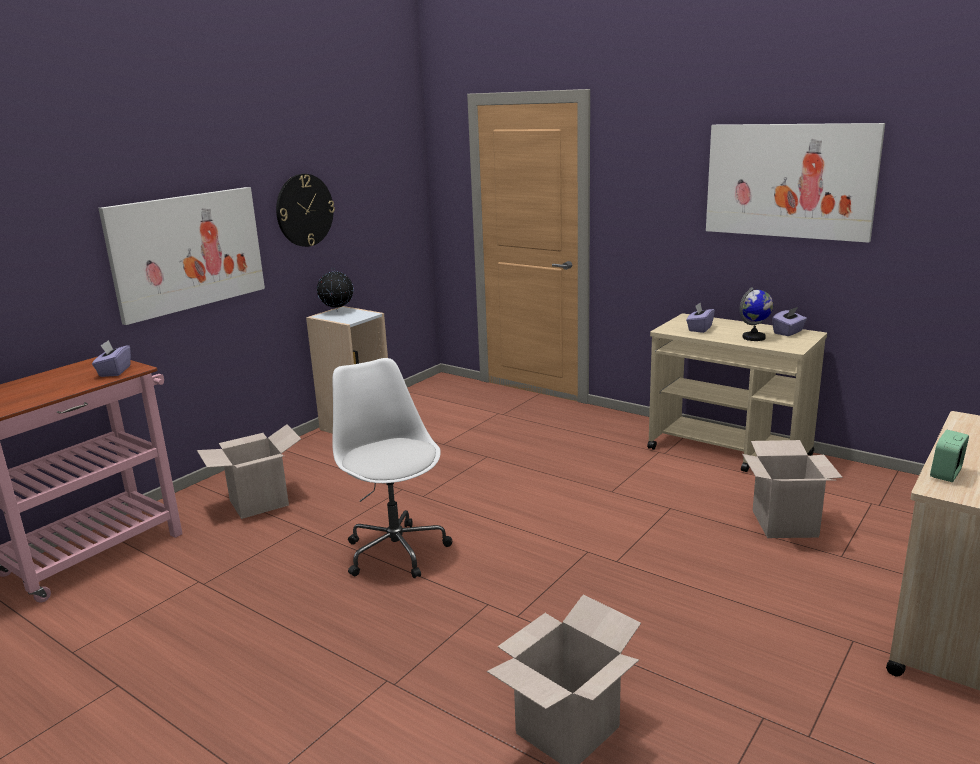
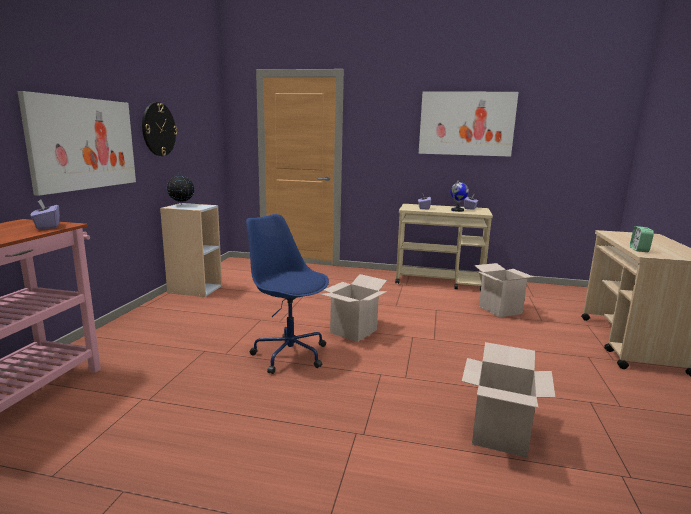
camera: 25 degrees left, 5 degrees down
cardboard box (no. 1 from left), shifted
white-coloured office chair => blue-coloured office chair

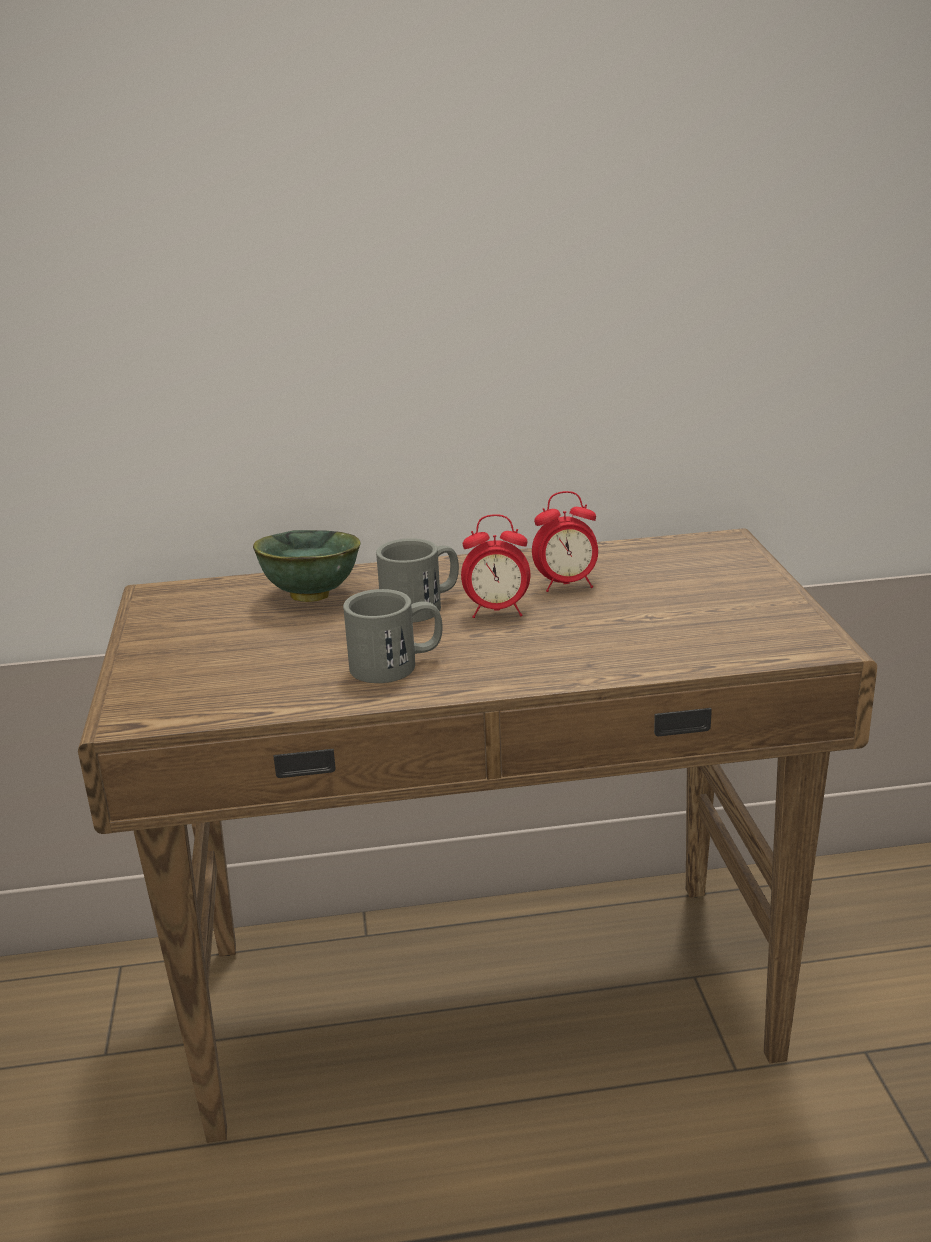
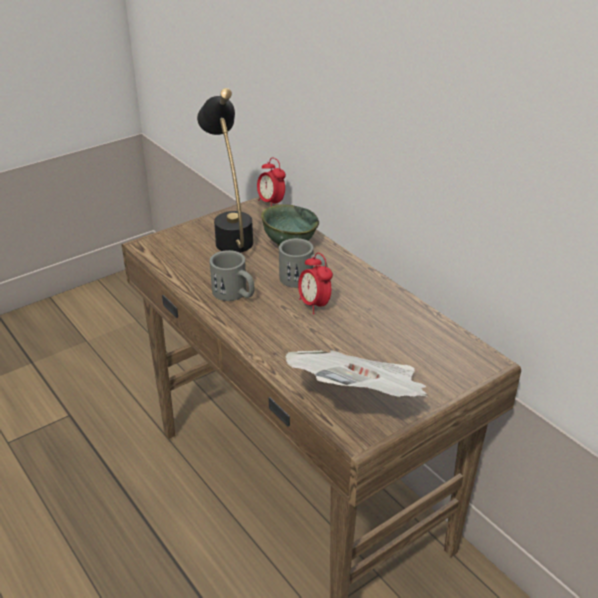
camera: 60 degrees right, 10 degrees up
alarm clock (no. 2 from left in the first image) => alarm clock (no. 1 from left), shifted
nothing => blackish tabletop lamp
nothing => printed paper

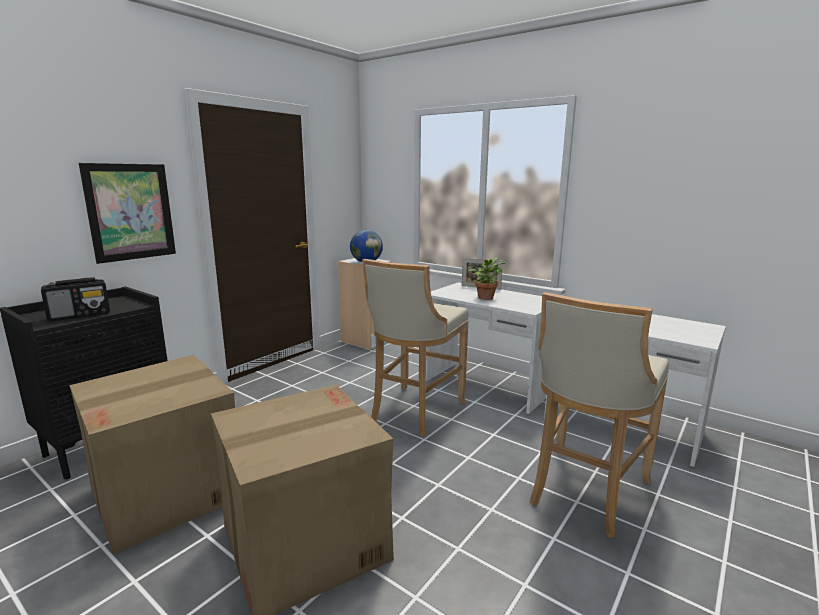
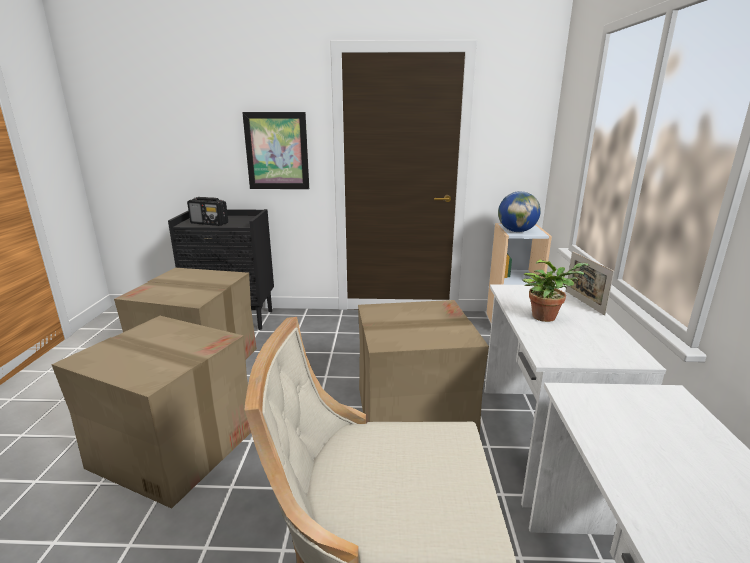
camera: 55 degrees right, 5 degrees up
beige stool seat (no. 1 from left) => cardboard box (no. 3 from left)

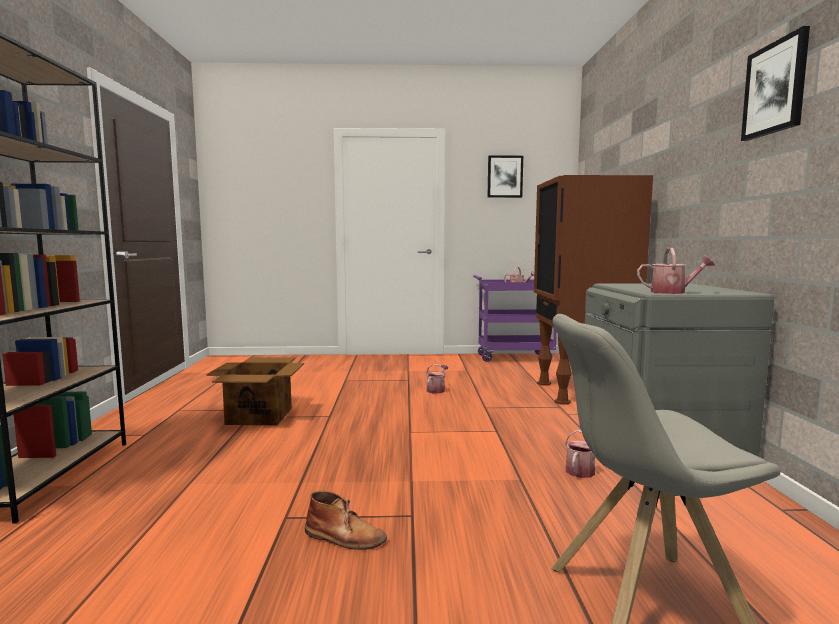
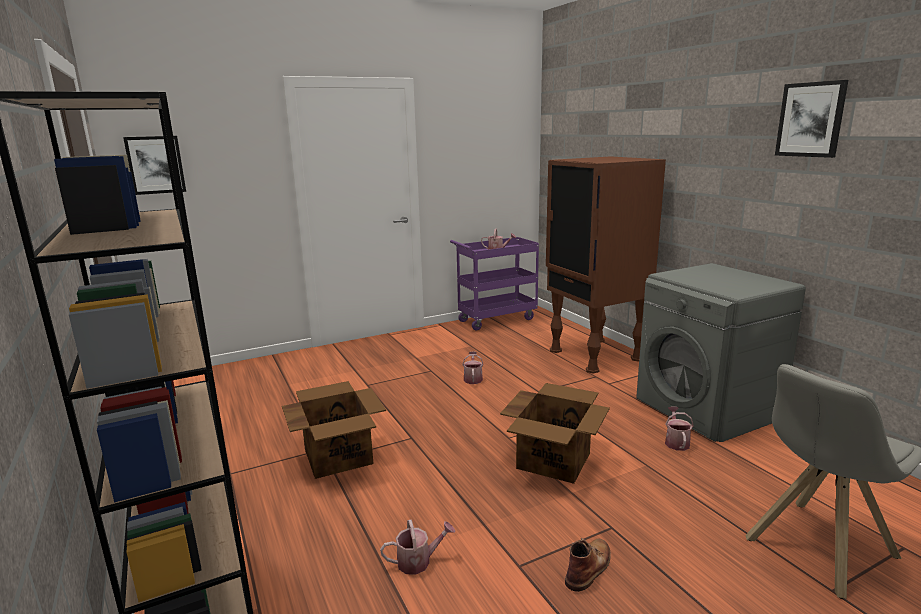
camera: 25 degrees left, 10 degrees up
brown boot, 45 degrees counterclockwise
wall art (no. 1 from left), shifted
watering can (no. 4 from left in the first image) => watering can (no. 1 from left), shifted
nothing => cardboard box (no. 2 from left)

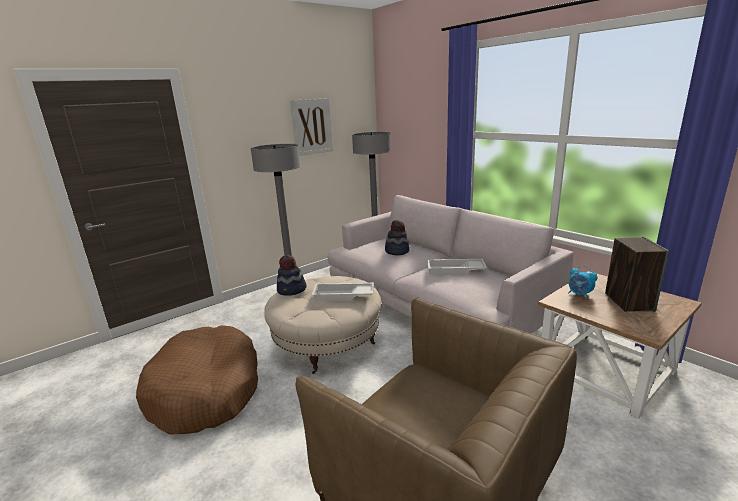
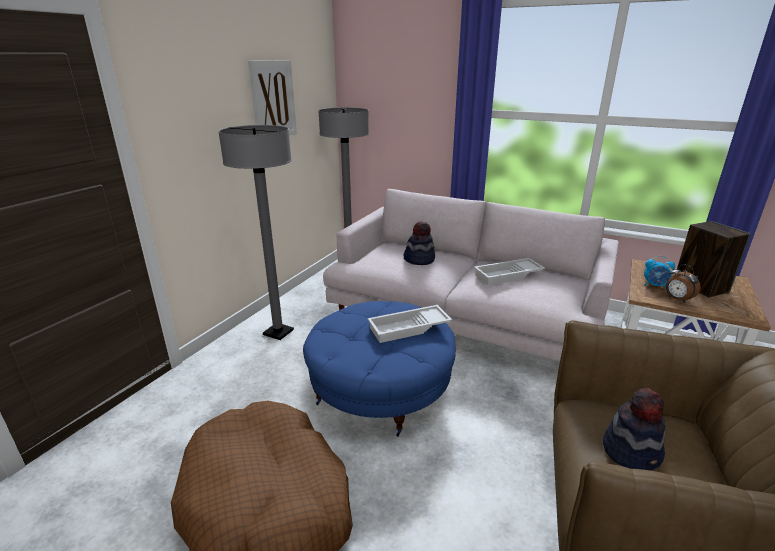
camera: 25 degrees left, 5 degrees up
beige pouffe => blue-coloured pouffe
hat (no. 1 from left in the first image) => hat (no. 2 from left), shifted
nothing => alarm clock (no. 2 from left)

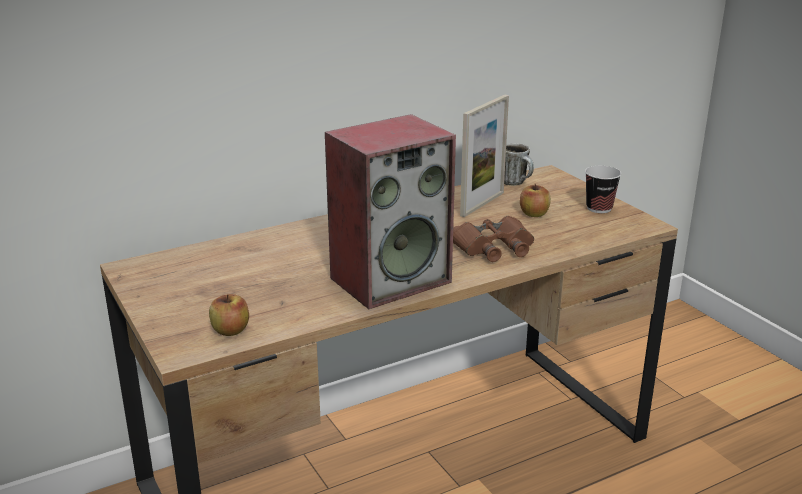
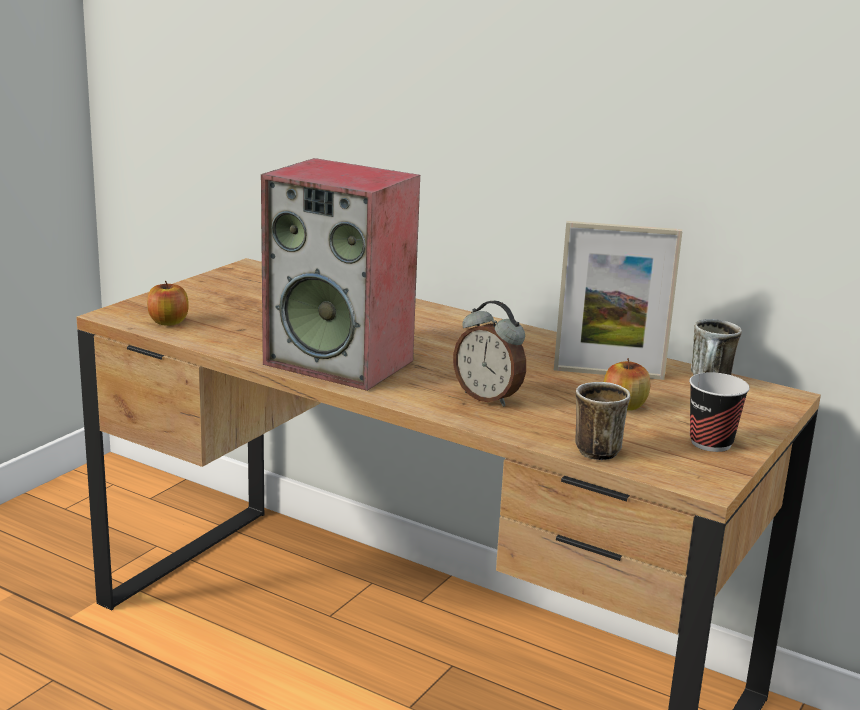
camera: 60 degrees right, 5 degrees down
brown binoculars => alarm clock
nothing => mug (no. 1 from left)

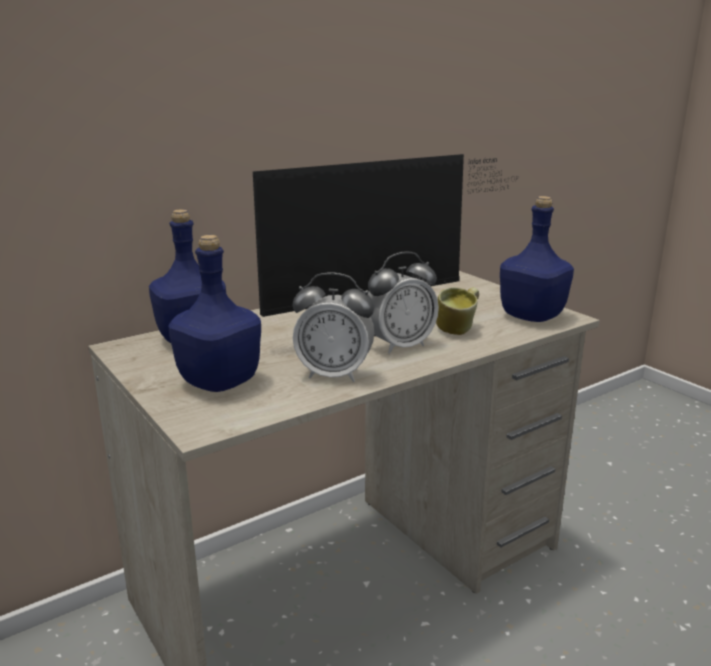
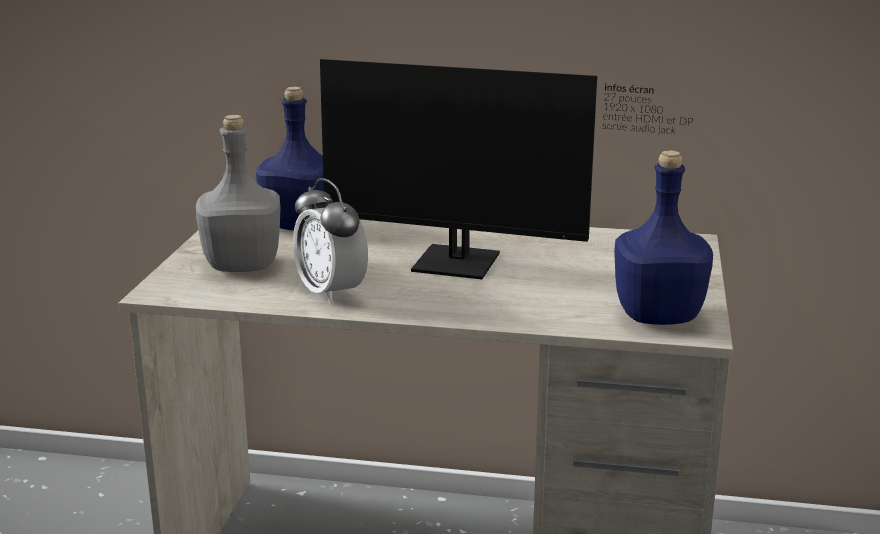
camera: 45 degrees right, 0 degrees up
blue-coloured bottle (no. 2 from left) => gray bottle
alarm clock (no. 2 from left) => nothing
mug => nothing

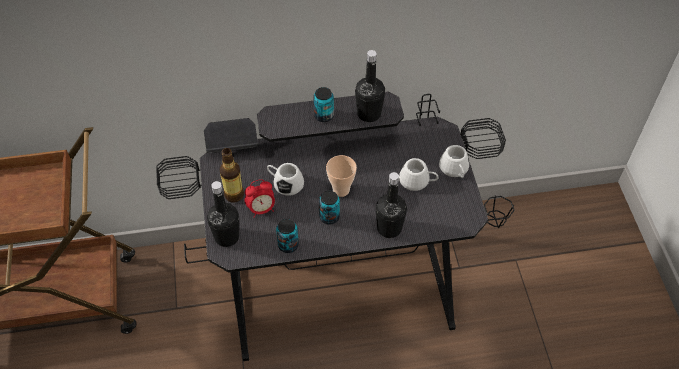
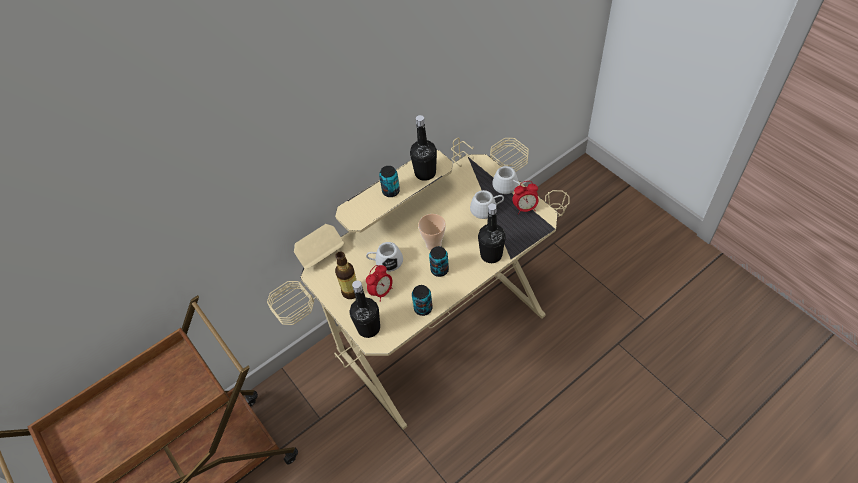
camera: 25 degrees left, 0 degrees up
blackish desk table => beige desk table
nothing => alarm clock (no. 2 from left)

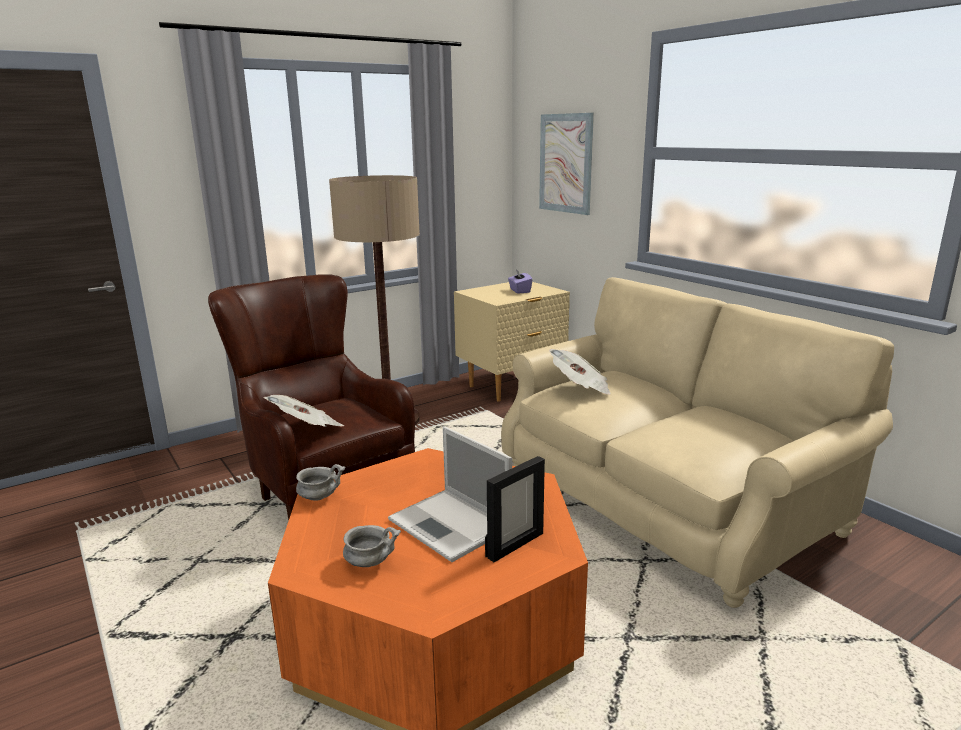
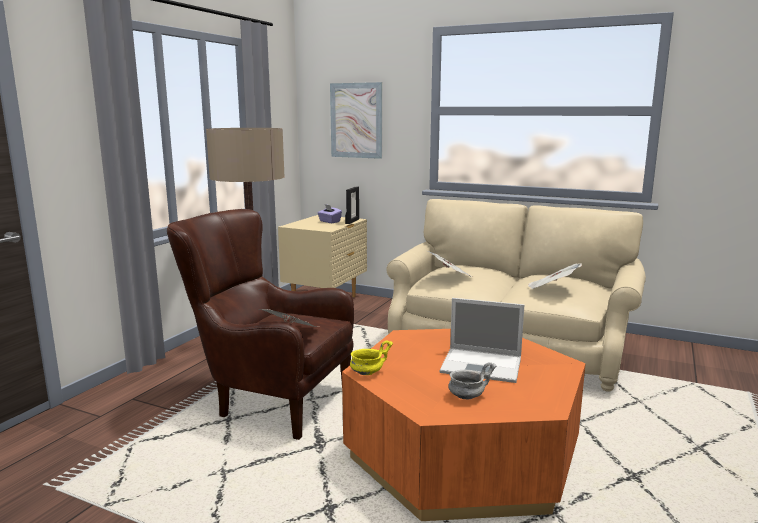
camera: 30 degrees left, 5 degrees down
gray deep dish (no. 1 from left) => yellow deep dish
photo frame, shifted
nothing => printed paper (no. 3 from left)

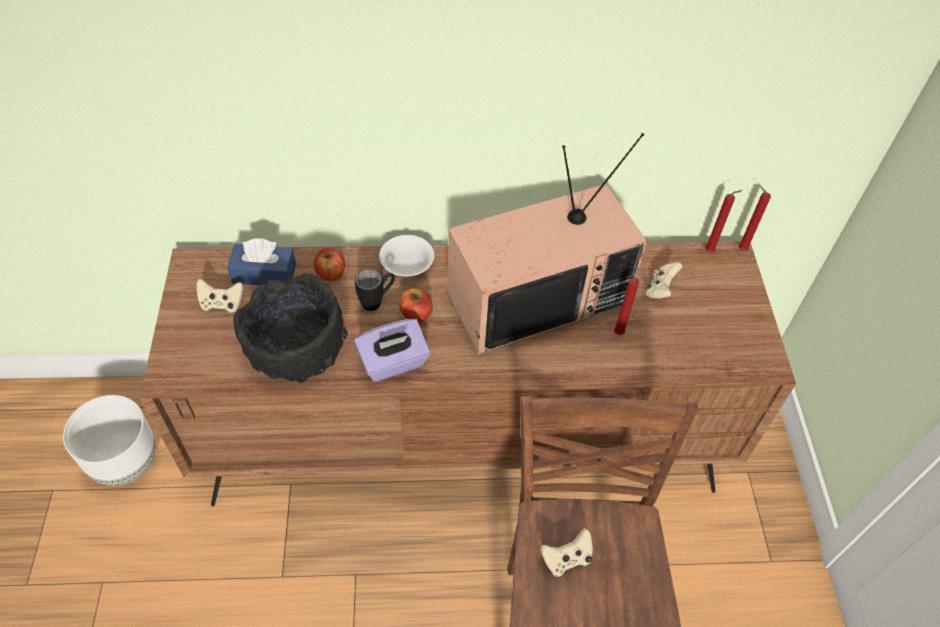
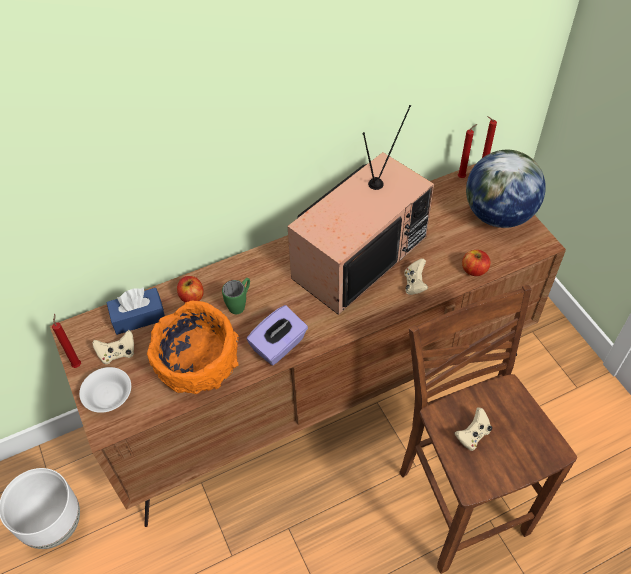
camera: 20 degrees left, 0 degrees up
blackish deep dish => orange deep dish
blackish mug => greenish mug
white-coloured deep dish, shifted
whole apple (no. 2 from left), shifted
reddish wax light (no. 1 from left), shifted
beige game controller (no. 3 from left in the first image) => beige game controller (no. 2 from left), shifted
nothing => world globe

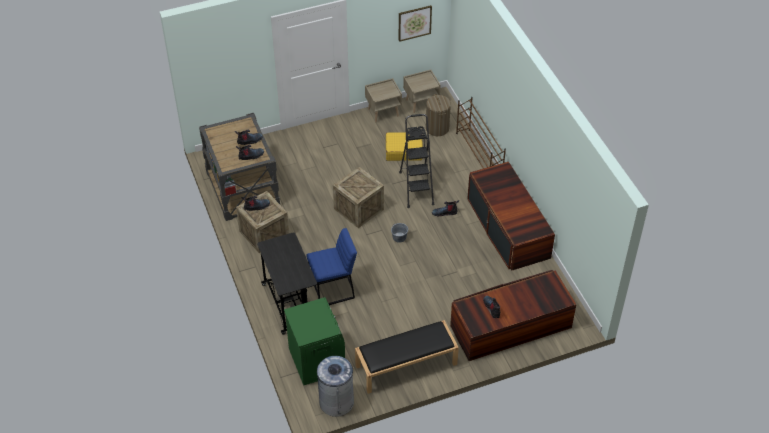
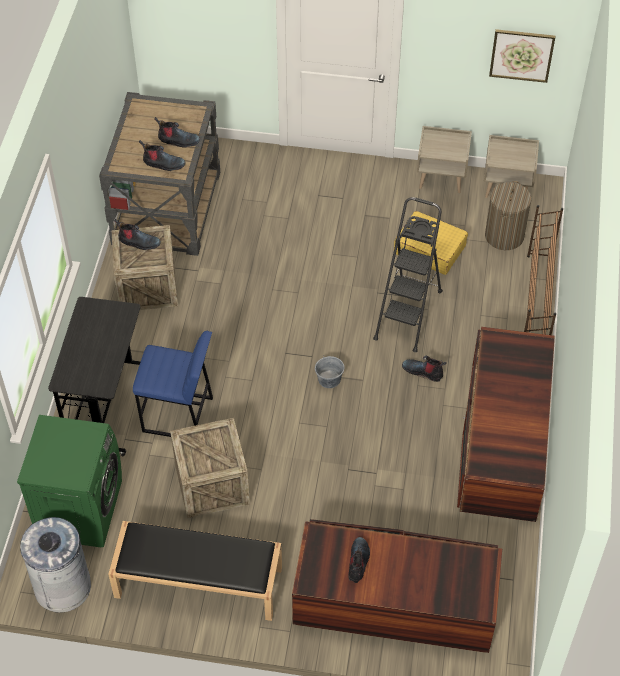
camera: 30 degrees right, 5 degrees up
shipping crate (no. 2 from left), shifted

